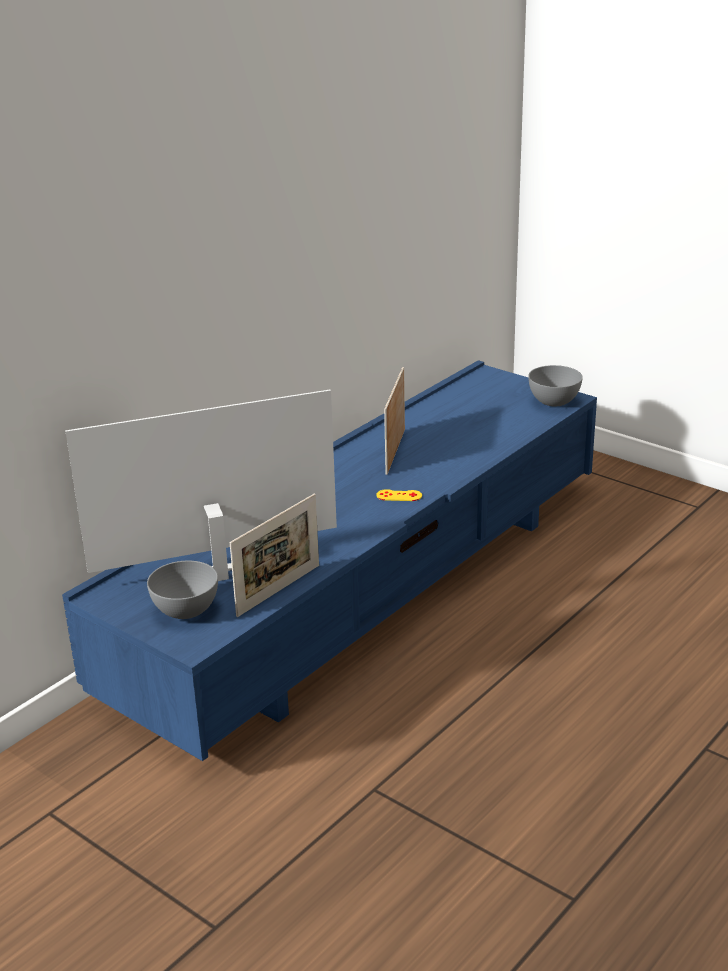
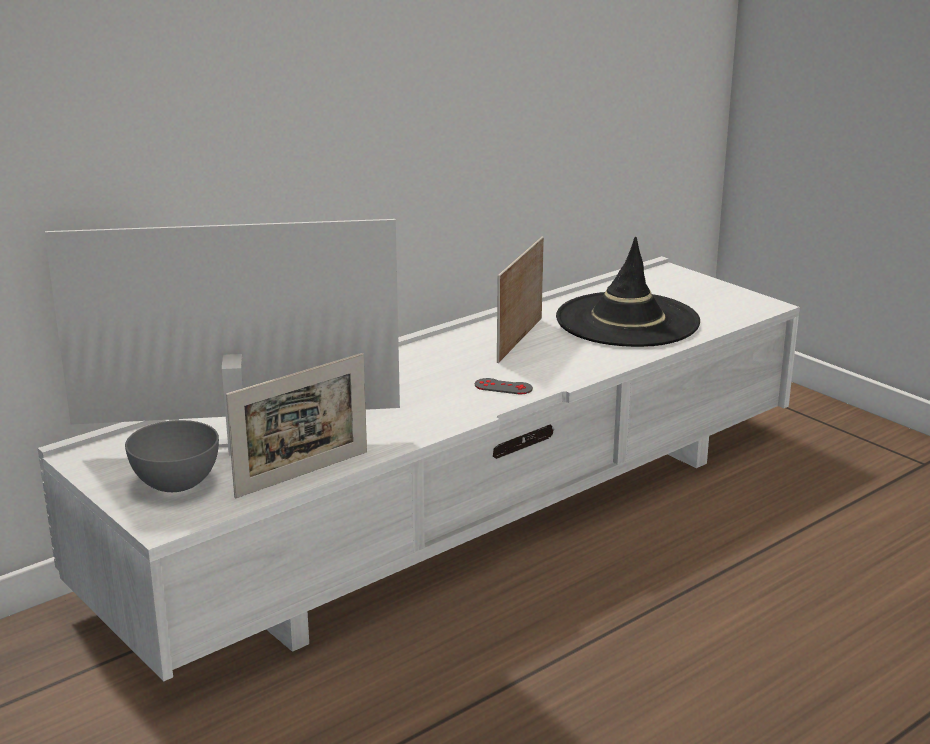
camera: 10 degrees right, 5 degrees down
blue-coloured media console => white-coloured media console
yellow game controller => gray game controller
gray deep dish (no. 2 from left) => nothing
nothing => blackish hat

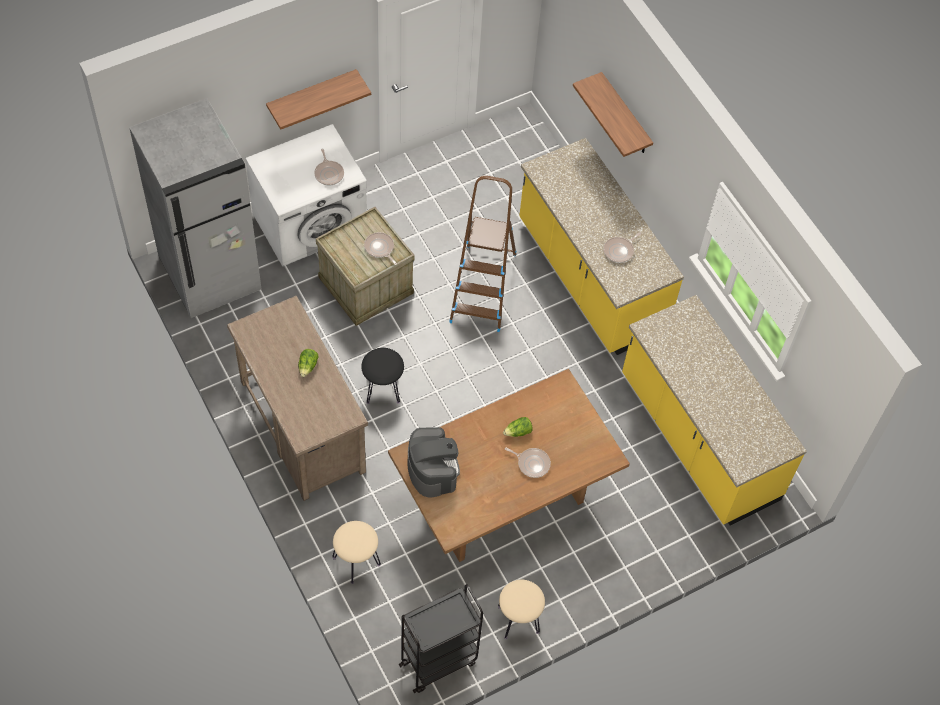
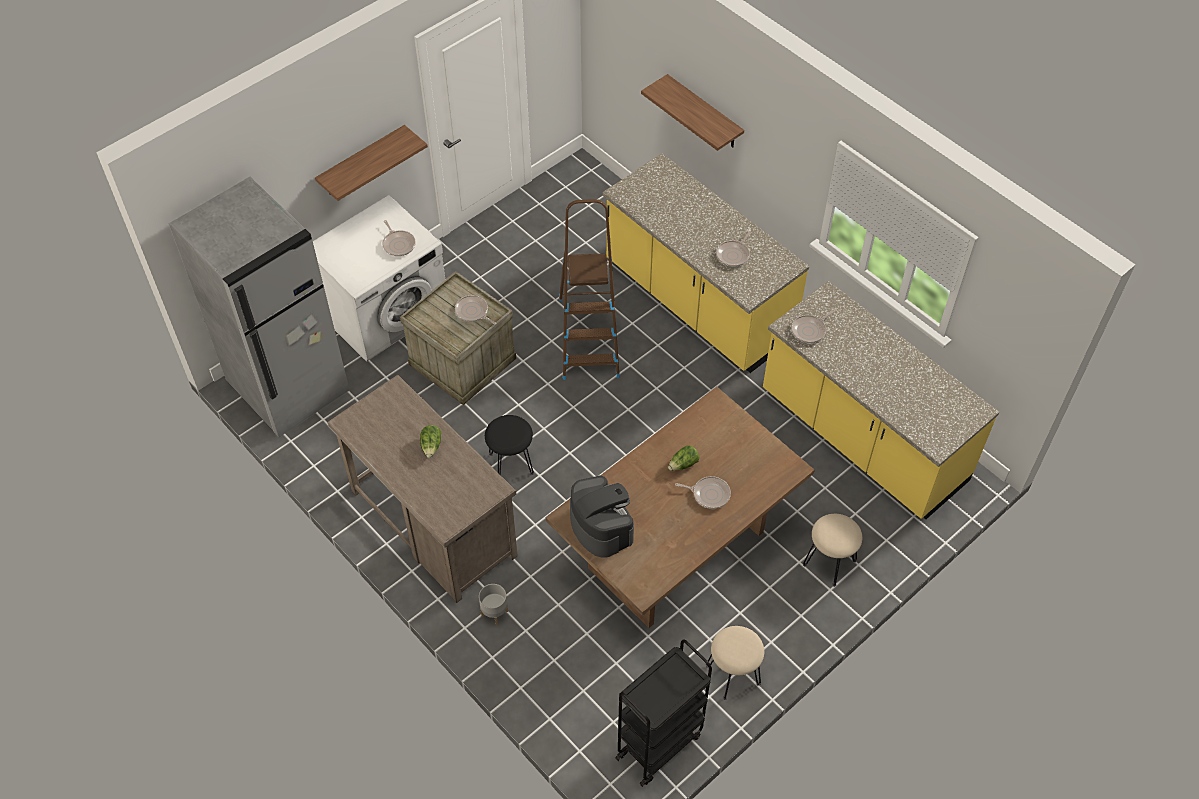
camera: 10 degrees left, 5 degrees down
beige stool seat (no. 1 from left in the first image) => beige stool seat (no. 2 from left), shifted
nothing => gray planter
nothing => pan (no. 5 from left)

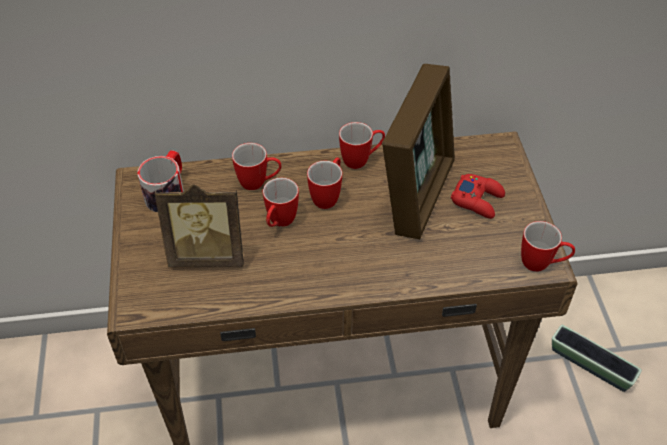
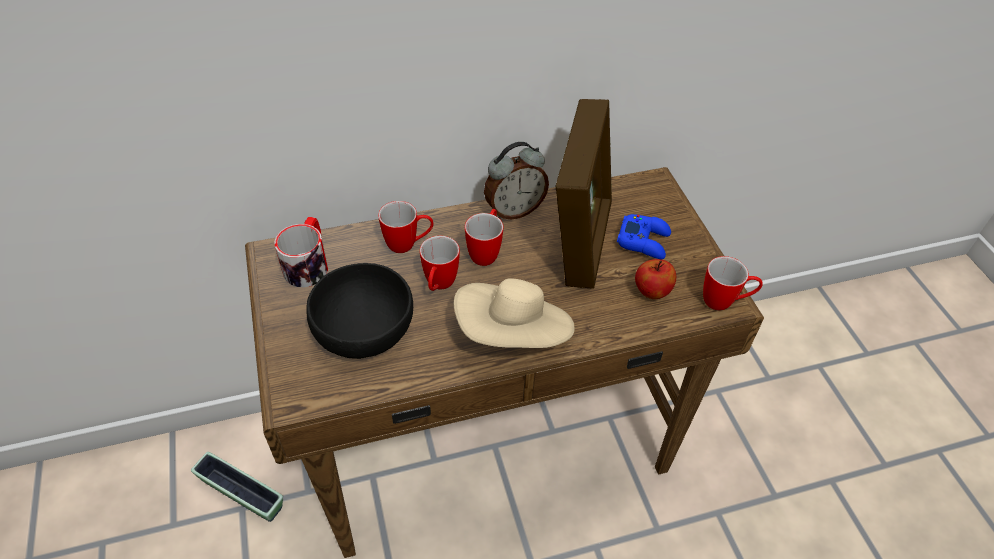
camera: 10 degrees left, 0 degrees up
photo frame (no. 1 from left) => blackish deep dish
mug (no. 5 from left) => alarm clock
reddish game controller => blue-coloured game controller
planter, shifted
nothing => beige hat
nothing => whole apple

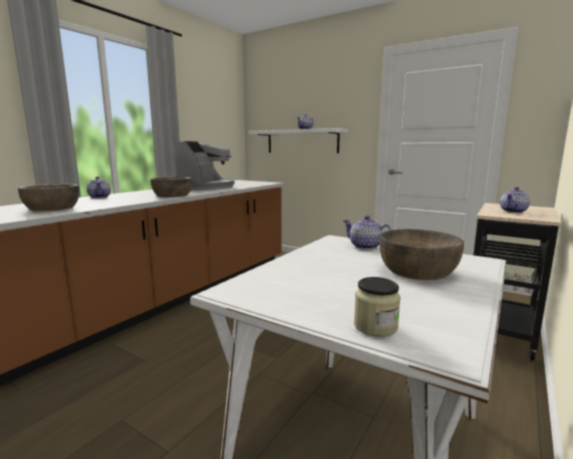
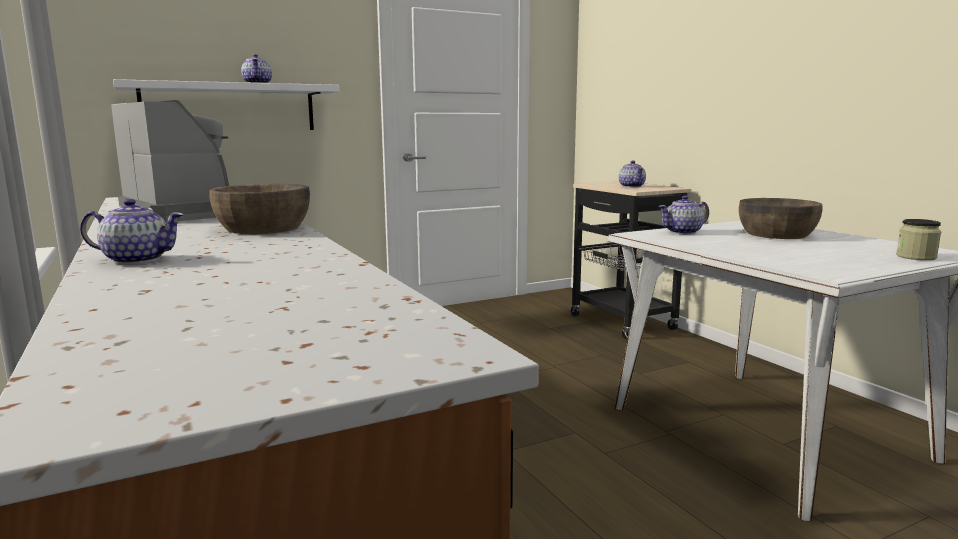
camera: 60 degrees left, 0 degrees up
brown deep dish (no. 1 from left) => nothing

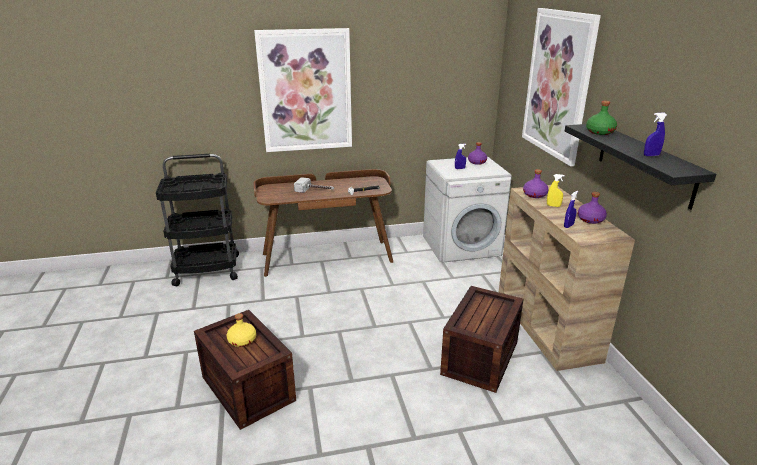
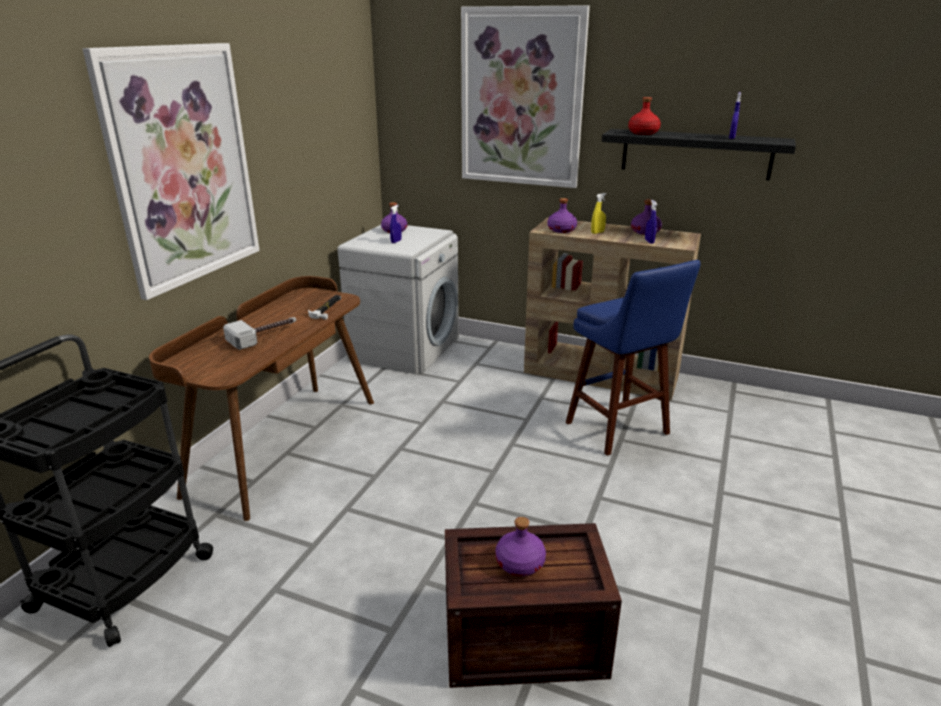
camera: 55 degrees left, 0 degrees up
yellow bottle => purple bottle (no. 2 from left)
shipping crate (no. 2 from left) => blue-coloured stool seat
greenish bottle => reddish bottle

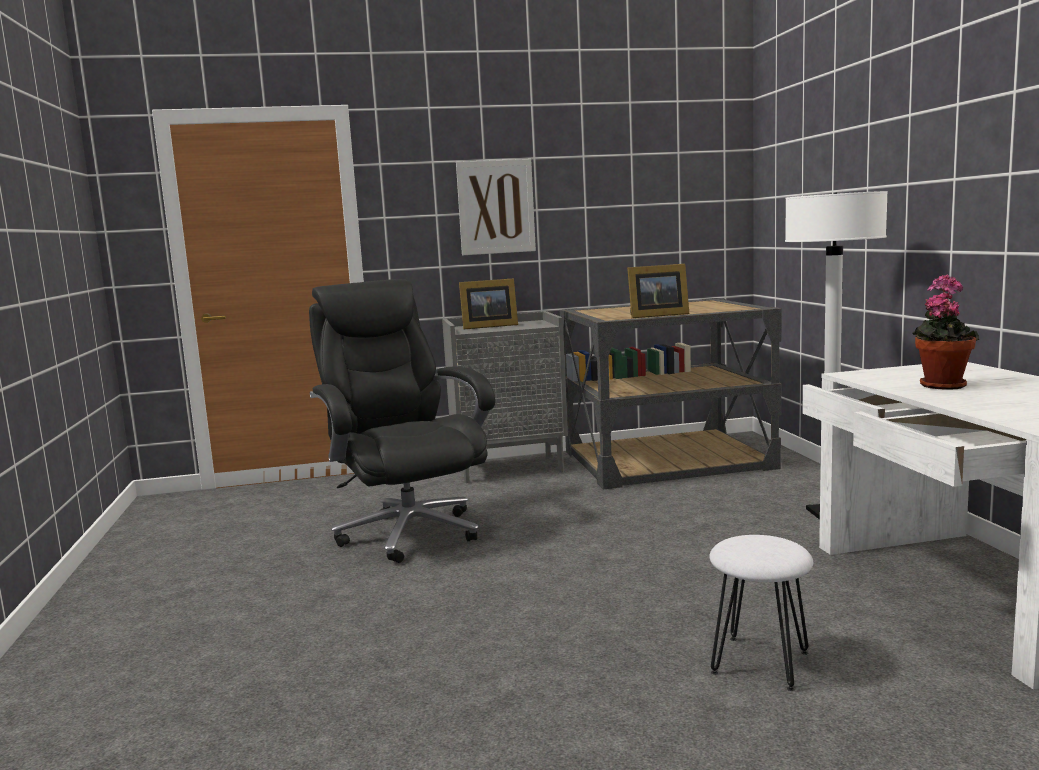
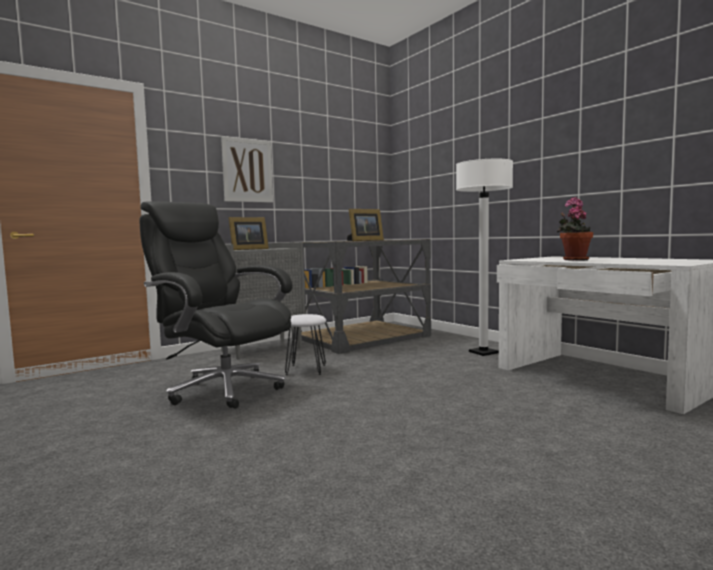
camera: 25 degrees left, 5 degrees down
white-coloured stool seat, shifted

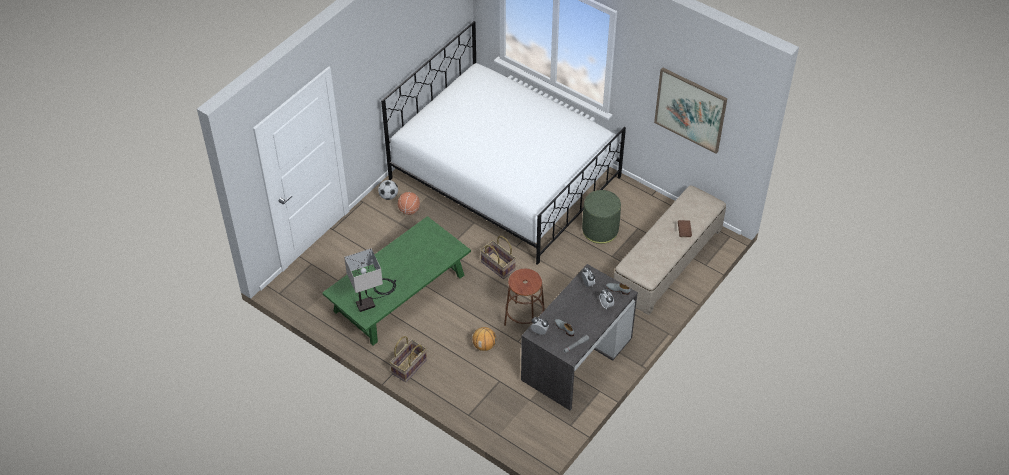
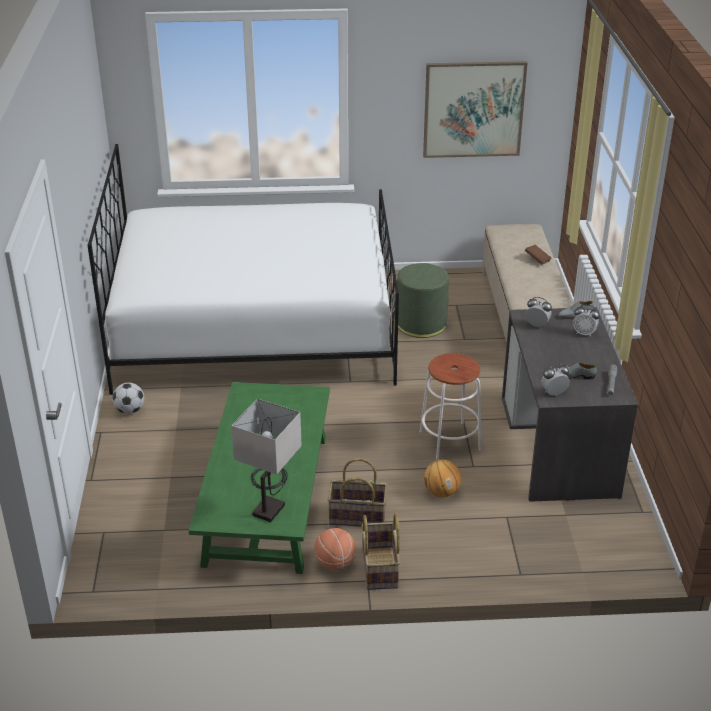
camera: 40 degrees left, 15 degrees down
ball for basketball (no. 1 from left), shifted
household basket (no. 2 from left in the first image) => household basket (no. 1 from left), shifted
brown stool seat => white-coloured stool seat

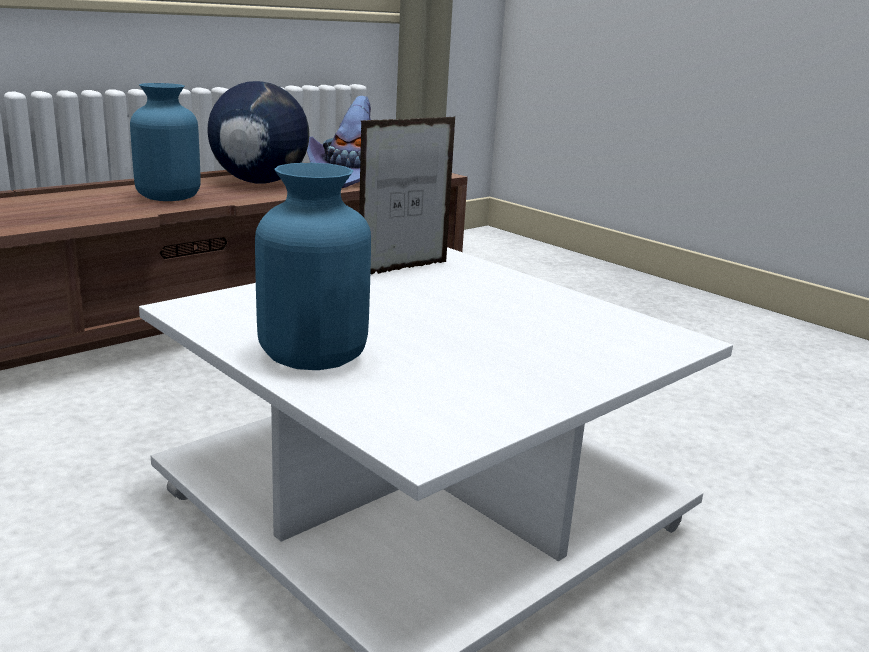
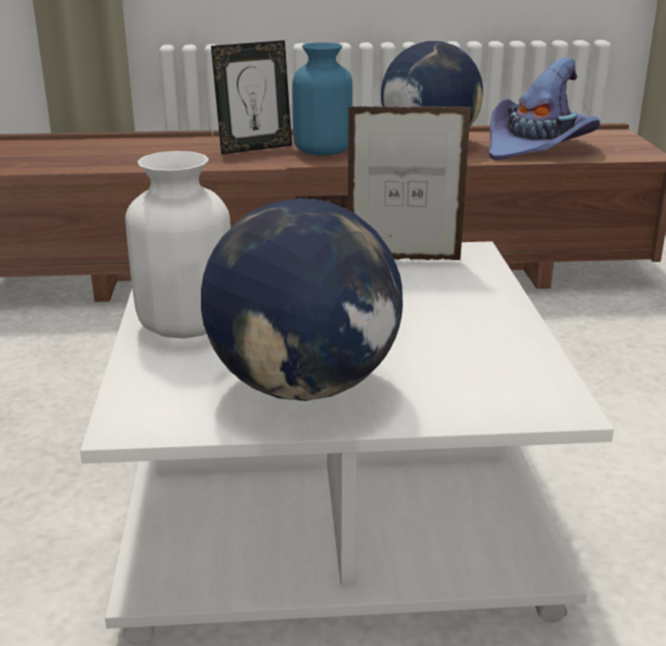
camera: 40 degrees right, 5 degrees up
blue-coloured vase (no. 2 from left) => white-coloured vase
nothing => world globe (no. 1 from left)
nothing => photo frame (no. 1 from left)

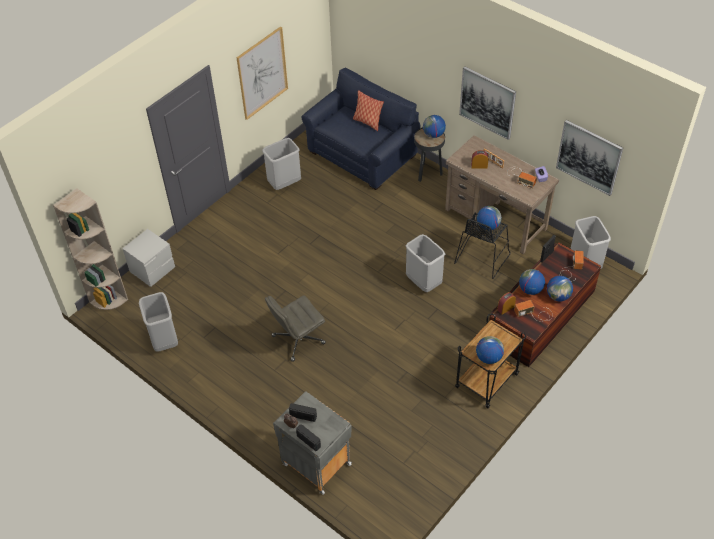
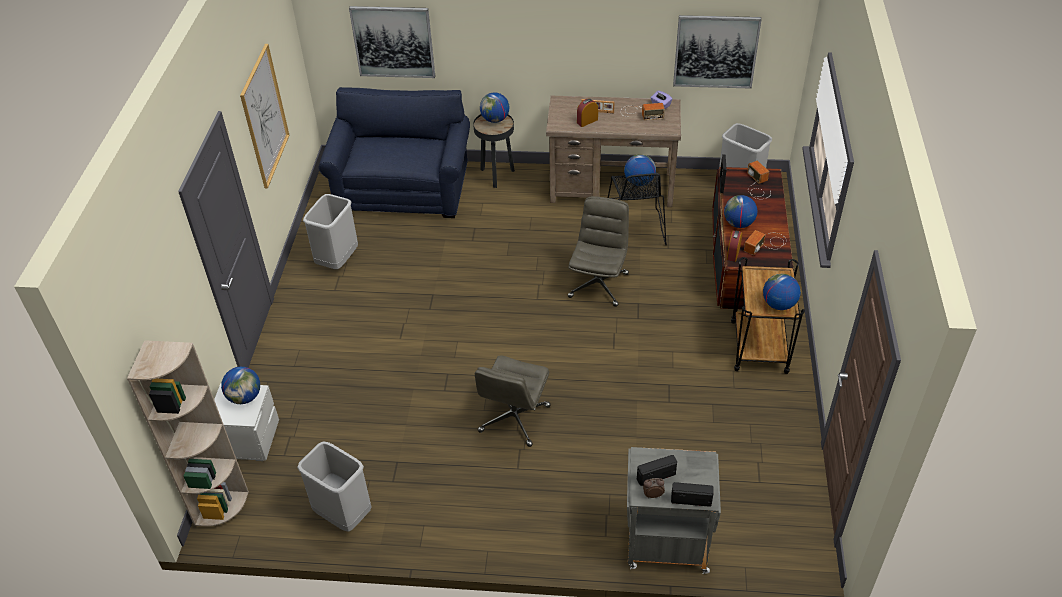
camera: 35 degrees left, 5 degrees down
cushion => nothing
gray waste bin (no. 3 from left) => gray office chair (no. 2 from left)
wall art (no. 2 from left), shifted
world globe (no. 5 from left in the first image) => world globe (no. 1 from left), shifted

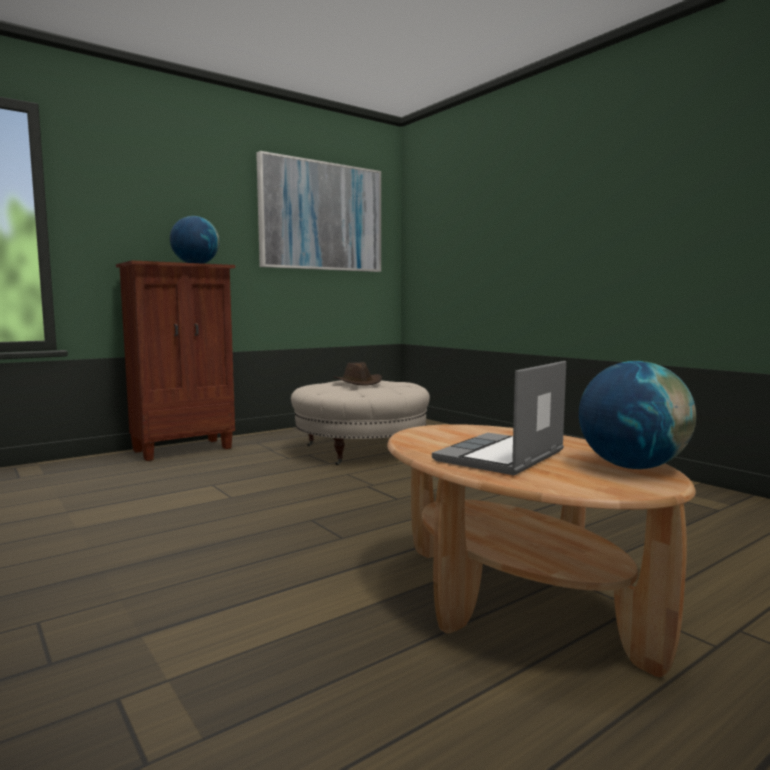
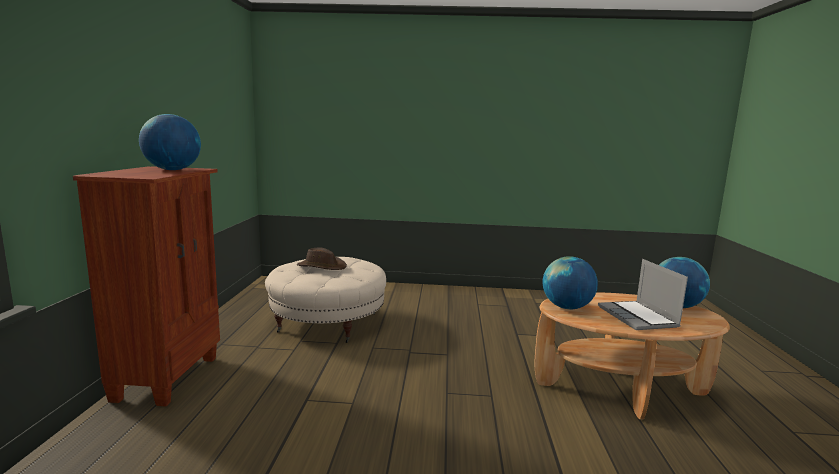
camera: 50 degrees left, 5 degrees up
wall art => nothing
nothing => world globe (no. 2 from left)

